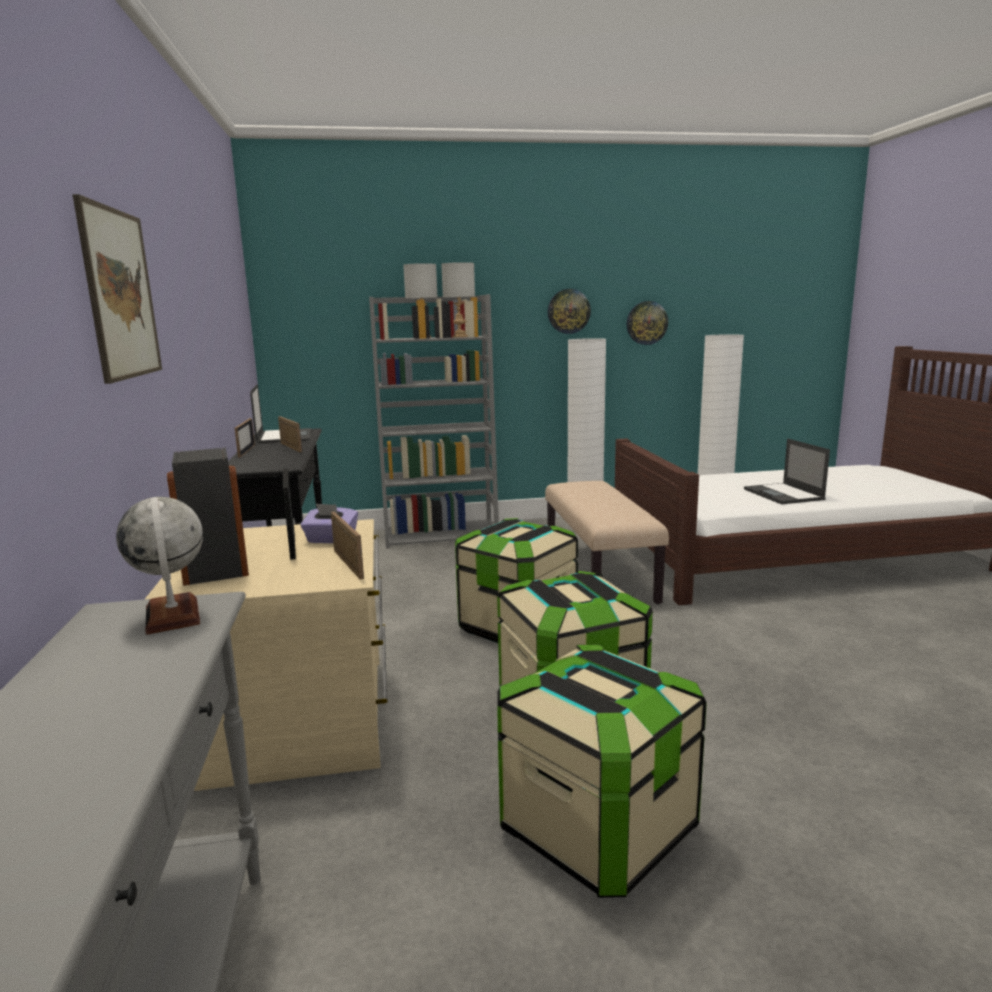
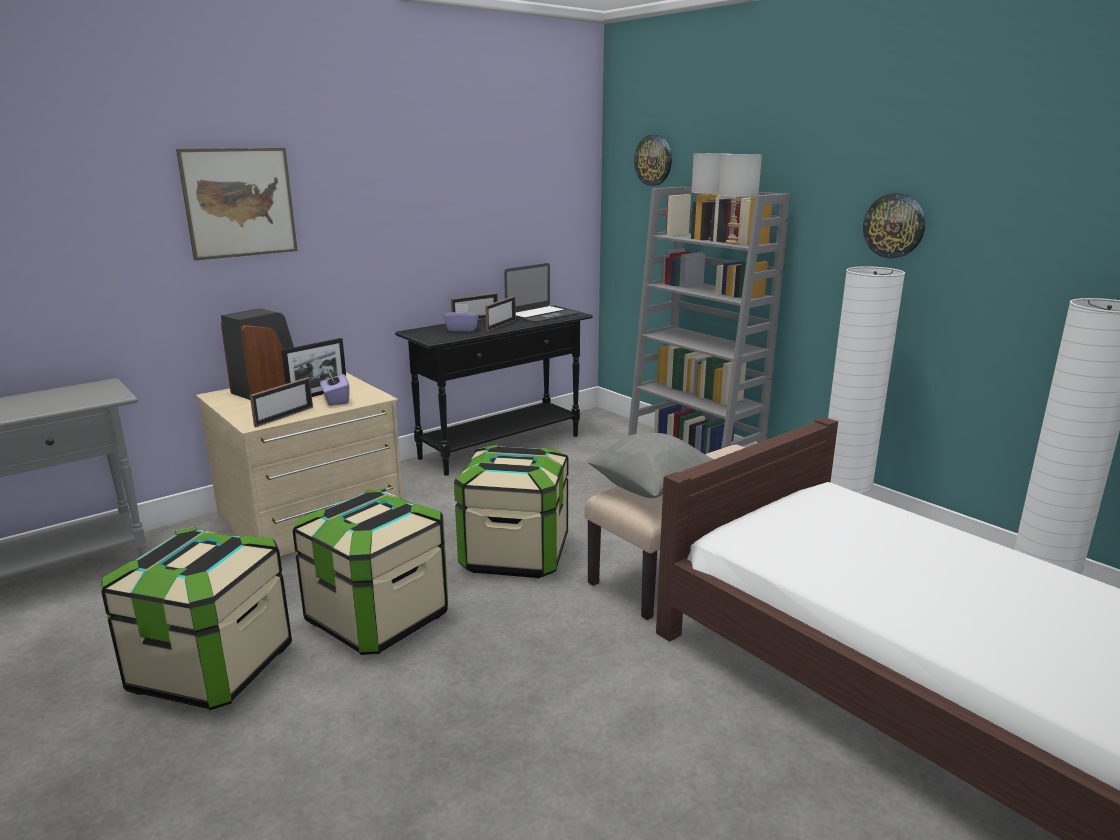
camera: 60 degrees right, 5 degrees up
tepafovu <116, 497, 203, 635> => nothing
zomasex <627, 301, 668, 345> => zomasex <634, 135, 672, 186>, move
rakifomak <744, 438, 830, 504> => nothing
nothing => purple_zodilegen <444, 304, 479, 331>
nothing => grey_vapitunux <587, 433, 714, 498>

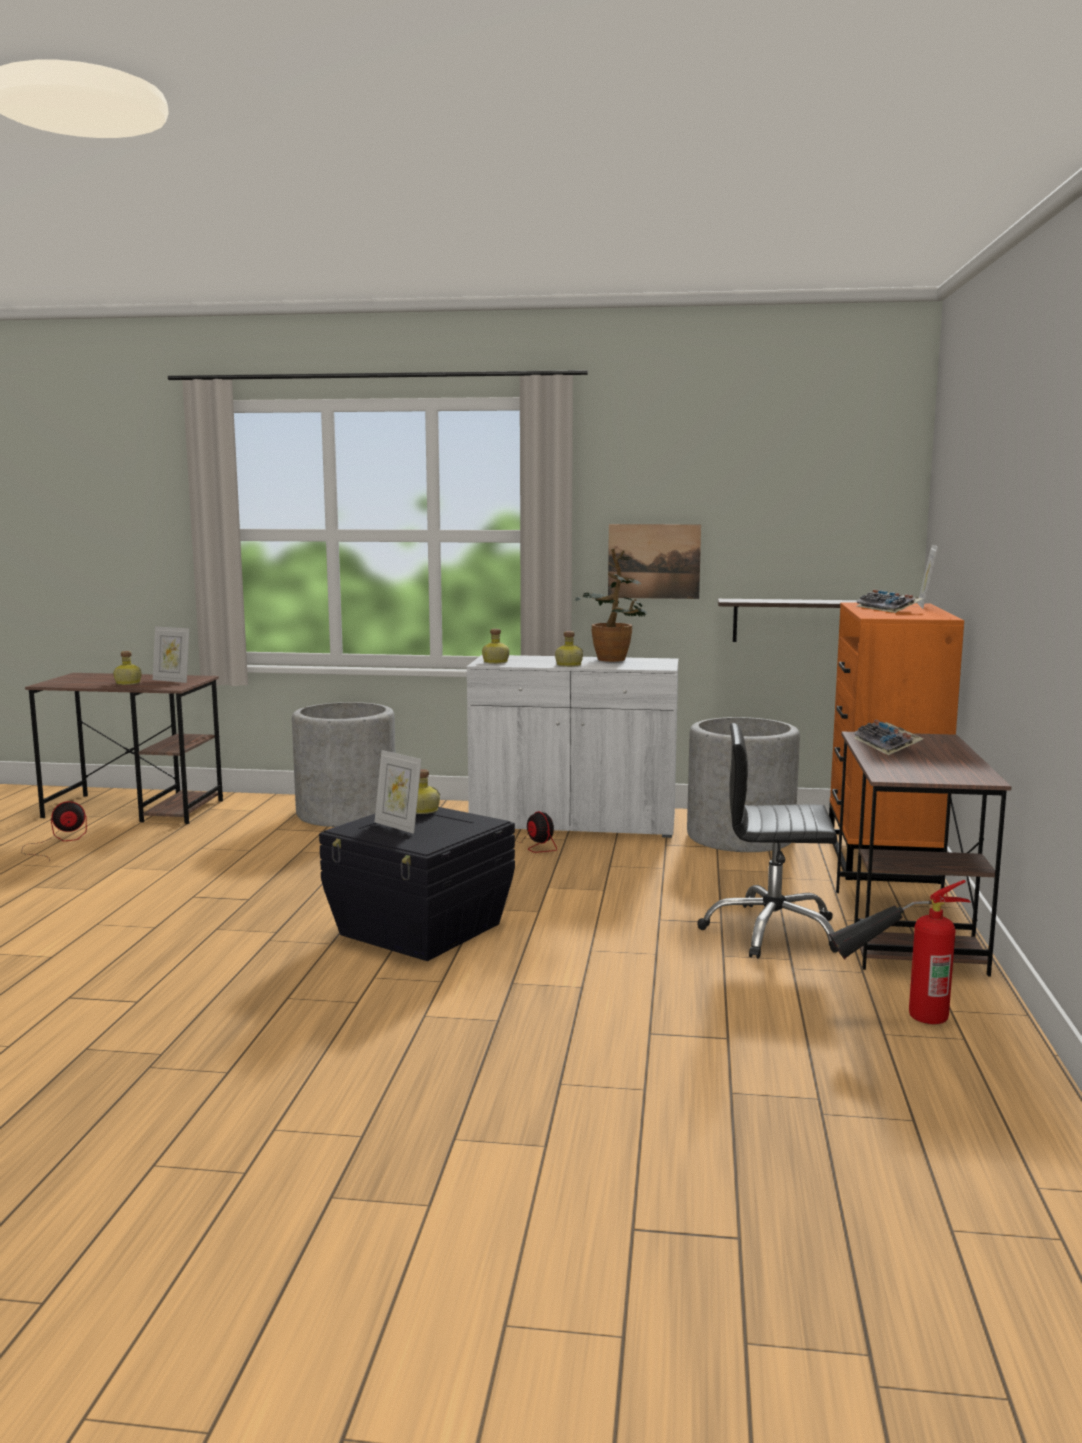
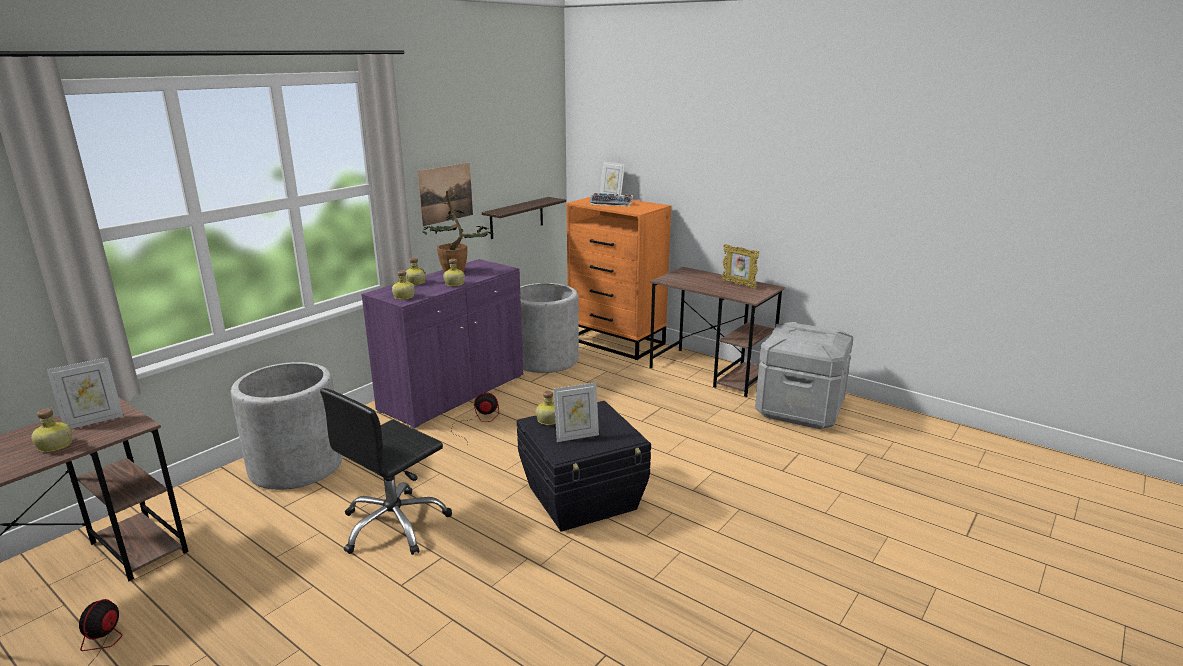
camera: 60 degrees left, 10 degrees up
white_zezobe <467, 655, 678, 838> => purple_zezobe <361, 259, 523, 429>
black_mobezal <697, 723, 838, 959> => black_mobezal <320, 388, 452, 555>, move
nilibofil <829, 880, 971, 1024> => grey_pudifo <755, 322, 853, 429>
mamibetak <853, 719, 923, 755> => nothing
nothing => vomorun <406, 257, 426, 285>
nothing => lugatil <721, 244, 759, 288>

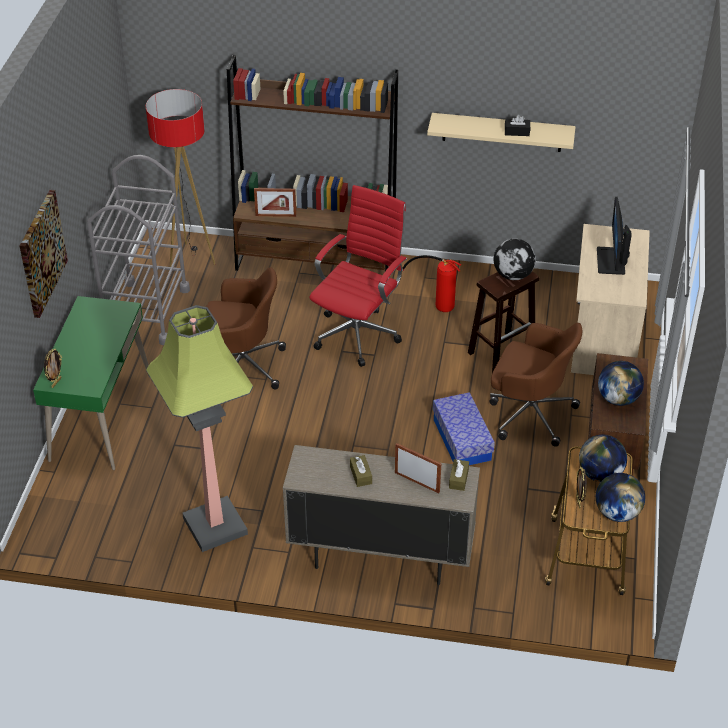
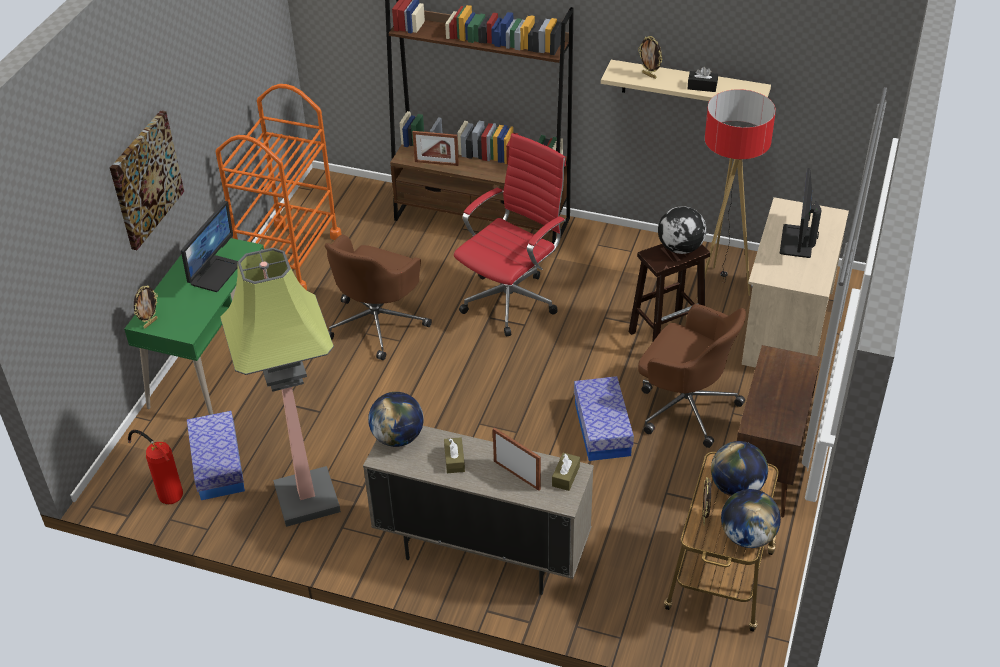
camera: 10 degrees right, 0 degrees up
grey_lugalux <87, 155, 190, 345> => orange_lugalux <216, 84, 342, 290>
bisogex <146, 89, 215, 271> => bisogex <697, 89, 776, 300>, move
brown_mobezal <206, 268, 286, 389> => brown_mobezal <325, 235, 432, 360>, 105 degrees clockwise
nilibofil <402, 255, 461, 312> => nilibofil <128, 430, 183, 504>, move
tepafovu <598, 361, 644, 406> => tepafovu <368, 392, 424, 447>, move
nothing => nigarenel <181, 201, 238, 292>
nothing => pudifo <187, 411, 245, 500>
nothing => lugatil <638, 36, 663, 79>

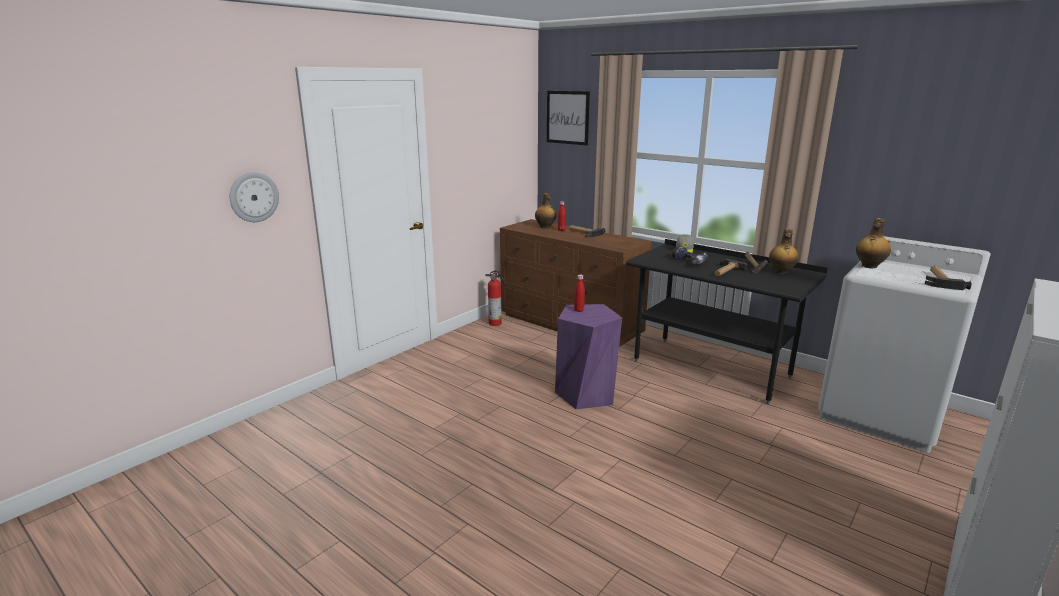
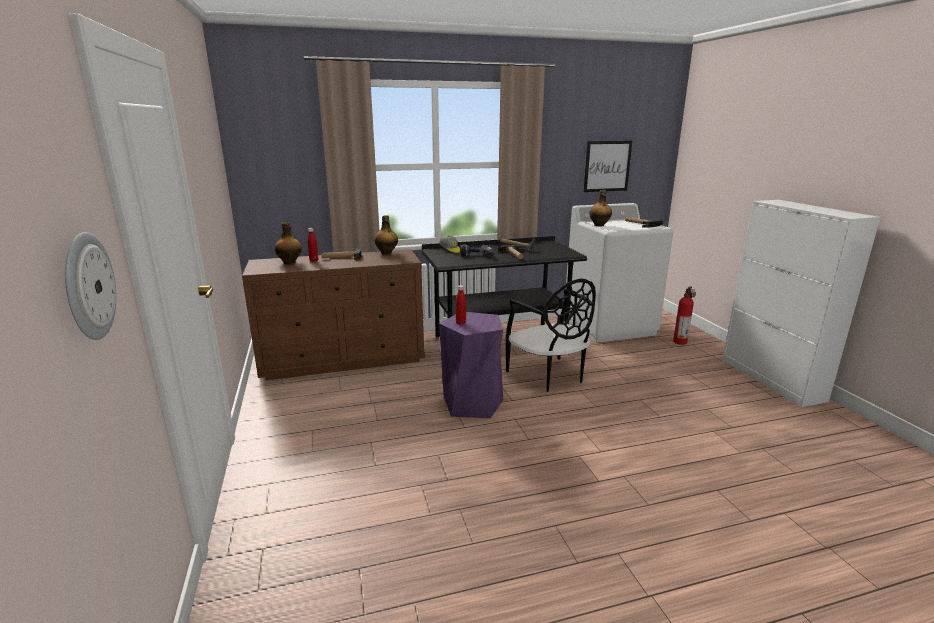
camera: 55 degrees left, 0 degrees up
nilibofil <486, 270, 505, 326> => nilibofil <673, 286, 696, 345>, move
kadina <547, 91, 590, 145> => kadina <584, 141, 632, 192>, move
vomorun <769, 229, 799, 274> => vomorun <374, 215, 398, 254>, move
nothing => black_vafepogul <506, 278, 596, 392>

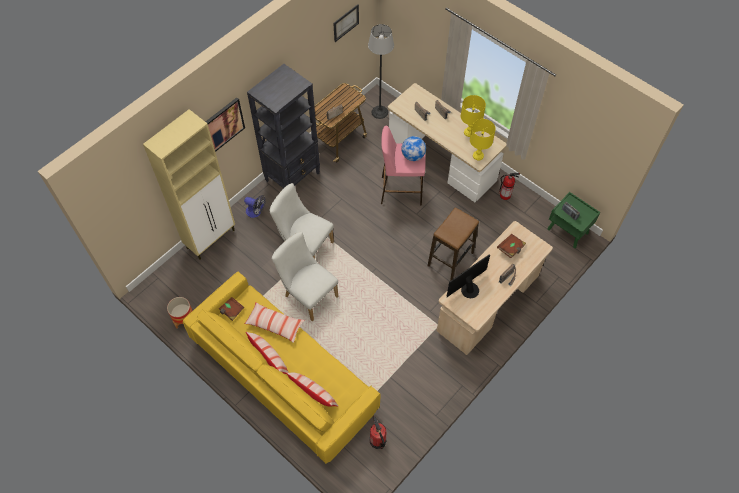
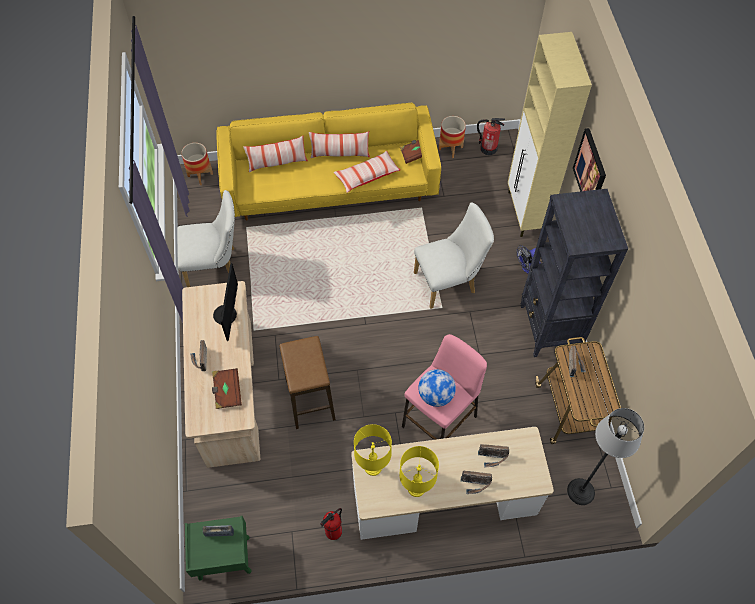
camera: 130 degrees right, 0 degrees up
white_vafepogul <272, 232, 338, 321> => white_vafepogul <177, 190, 235, 287>, move
kadina <333, 4, 359, 42> => nothing
nilibofil <369, 416, 386, 449> => nilibofil <477, 118, 505, 155>, move
nothing => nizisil <181, 143, 213, 185>

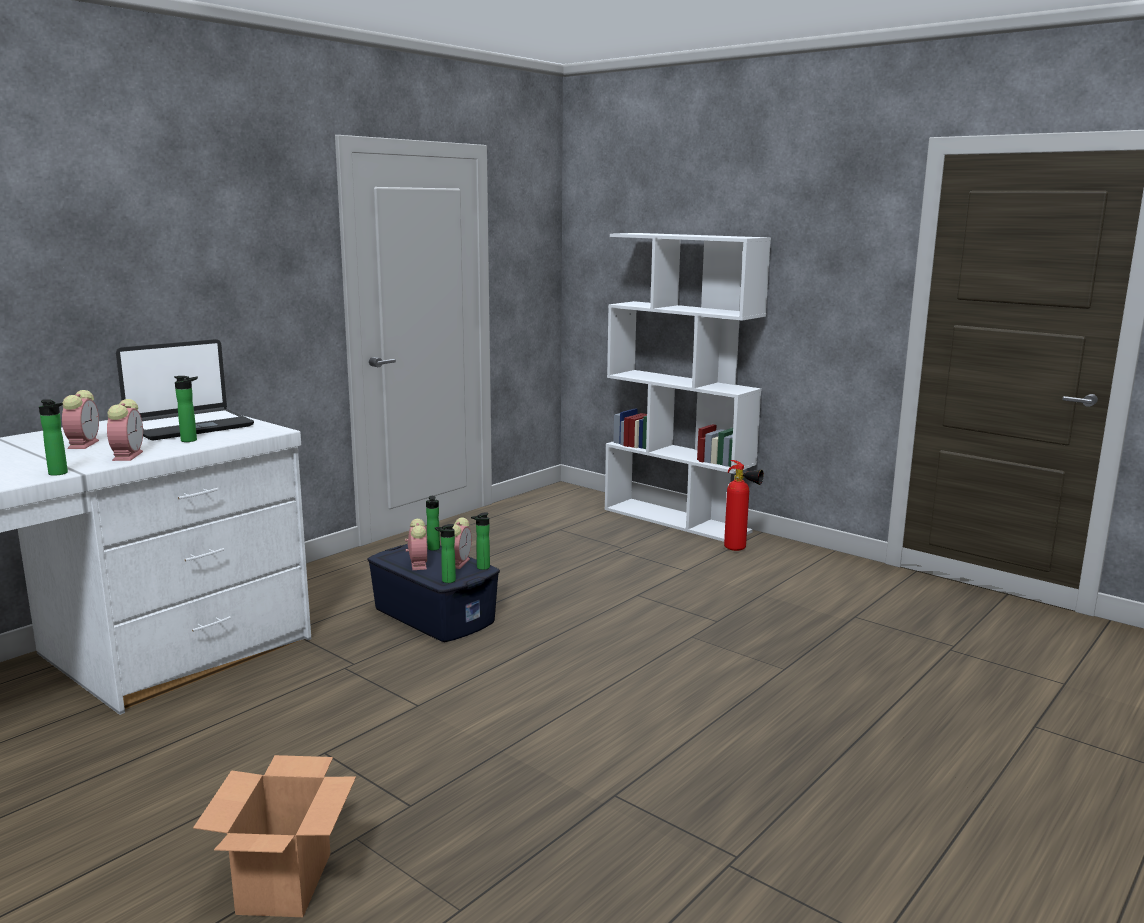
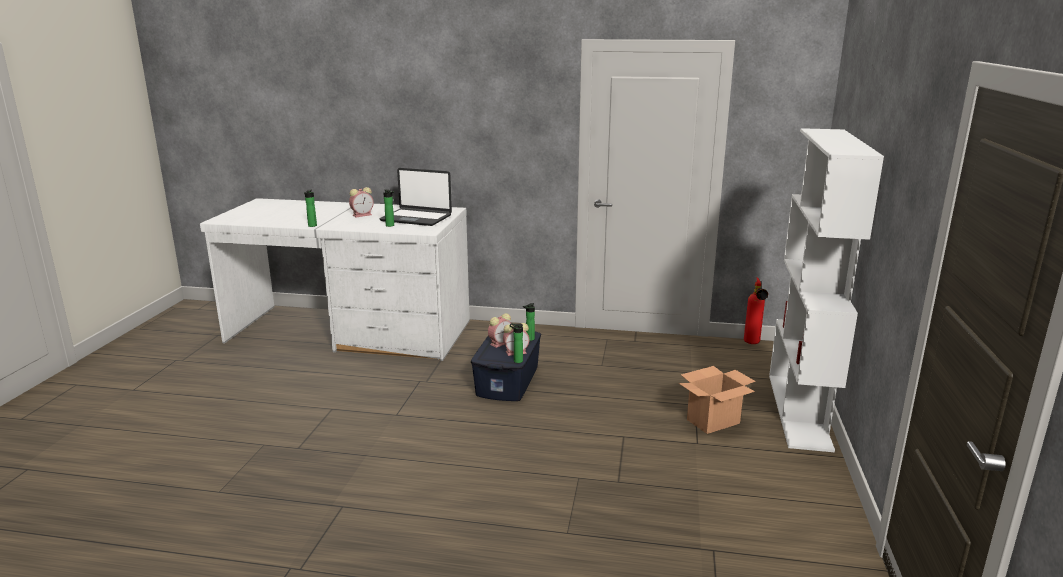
camera: 60 degrees right, 5 degrees up
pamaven <107, 399, 143, 461> => nothing
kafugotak <193, 755, 356, 917> => kafugotak <679, 366, 756, 434>, move
vomorun <435, 524, 456, 583> => nothing
nilibofil <724, 460, 764, 551> => nilibofil <744, 277, 768, 344>, move

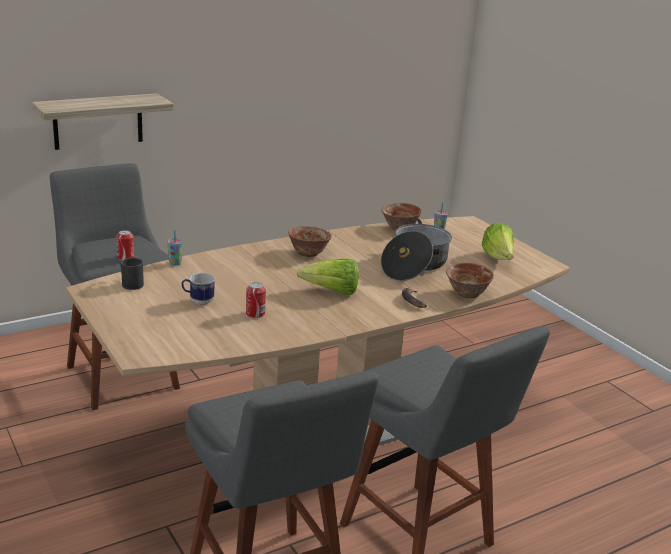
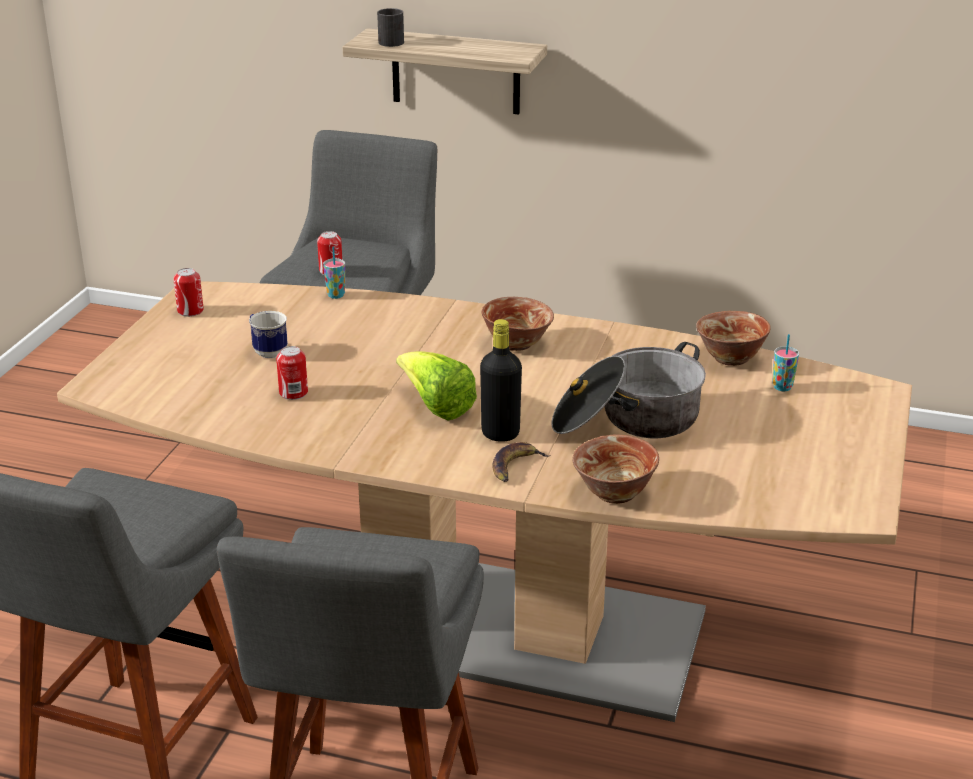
camera: 50 degrees right, 5 degrees up
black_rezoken <121, 258, 144, 290> => black_rezoken <377, 8, 404, 47>, move
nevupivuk <482, 222, 514, 260> => nothing
nothing => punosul <173, 268, 204, 317>
nothing => black_vomorun <480, 319, 522, 442>

